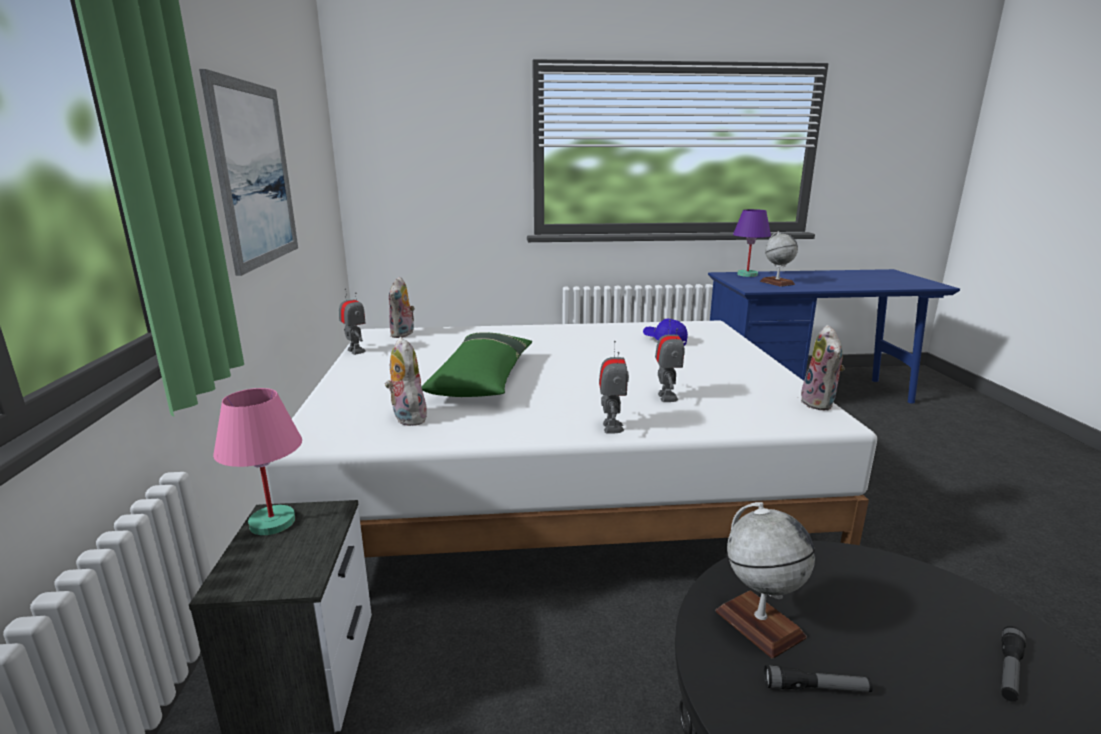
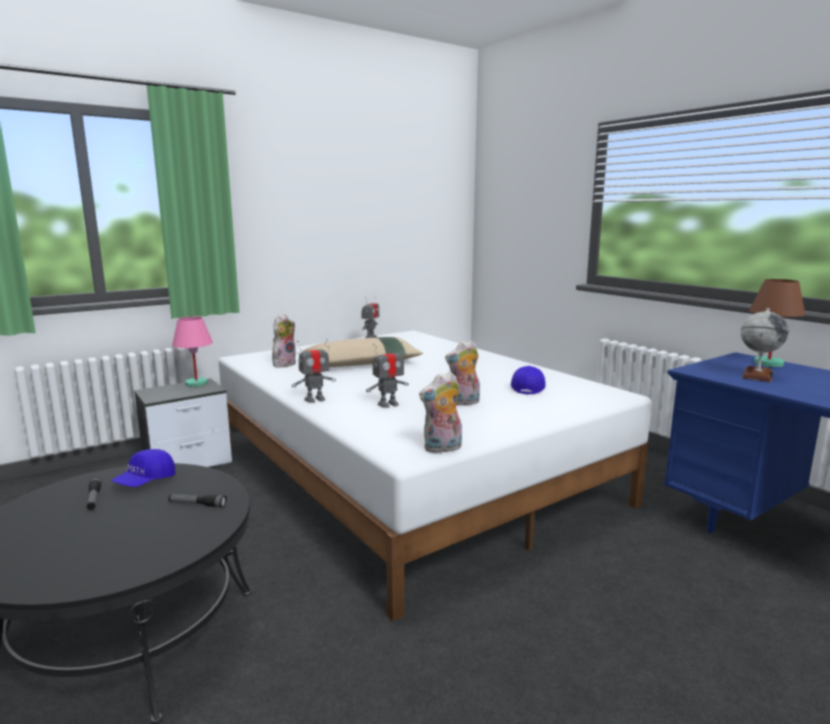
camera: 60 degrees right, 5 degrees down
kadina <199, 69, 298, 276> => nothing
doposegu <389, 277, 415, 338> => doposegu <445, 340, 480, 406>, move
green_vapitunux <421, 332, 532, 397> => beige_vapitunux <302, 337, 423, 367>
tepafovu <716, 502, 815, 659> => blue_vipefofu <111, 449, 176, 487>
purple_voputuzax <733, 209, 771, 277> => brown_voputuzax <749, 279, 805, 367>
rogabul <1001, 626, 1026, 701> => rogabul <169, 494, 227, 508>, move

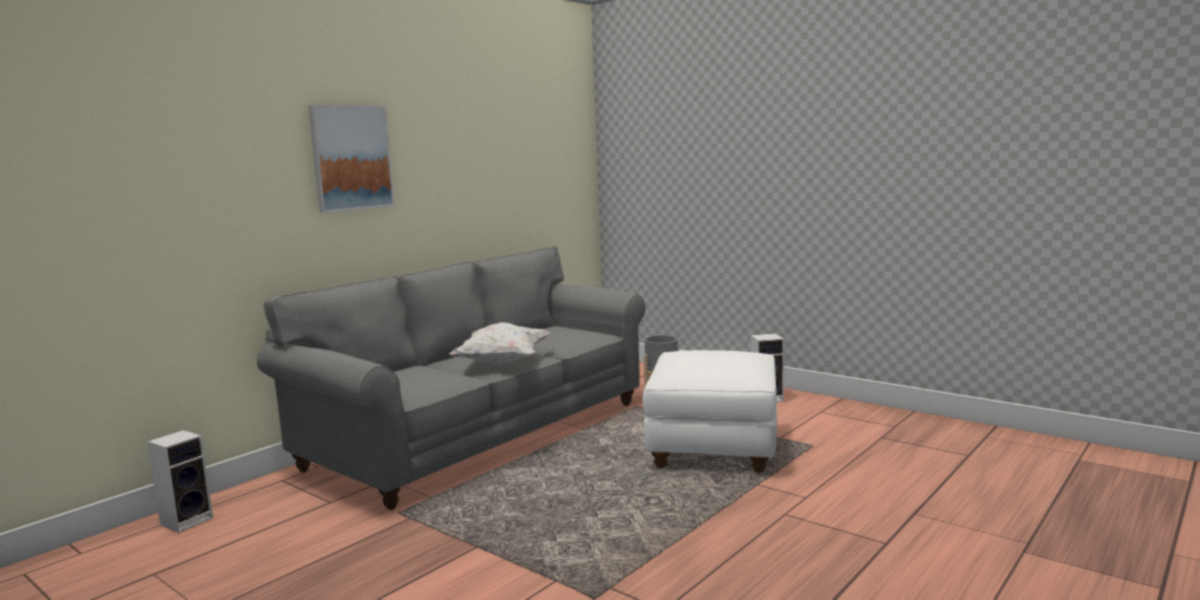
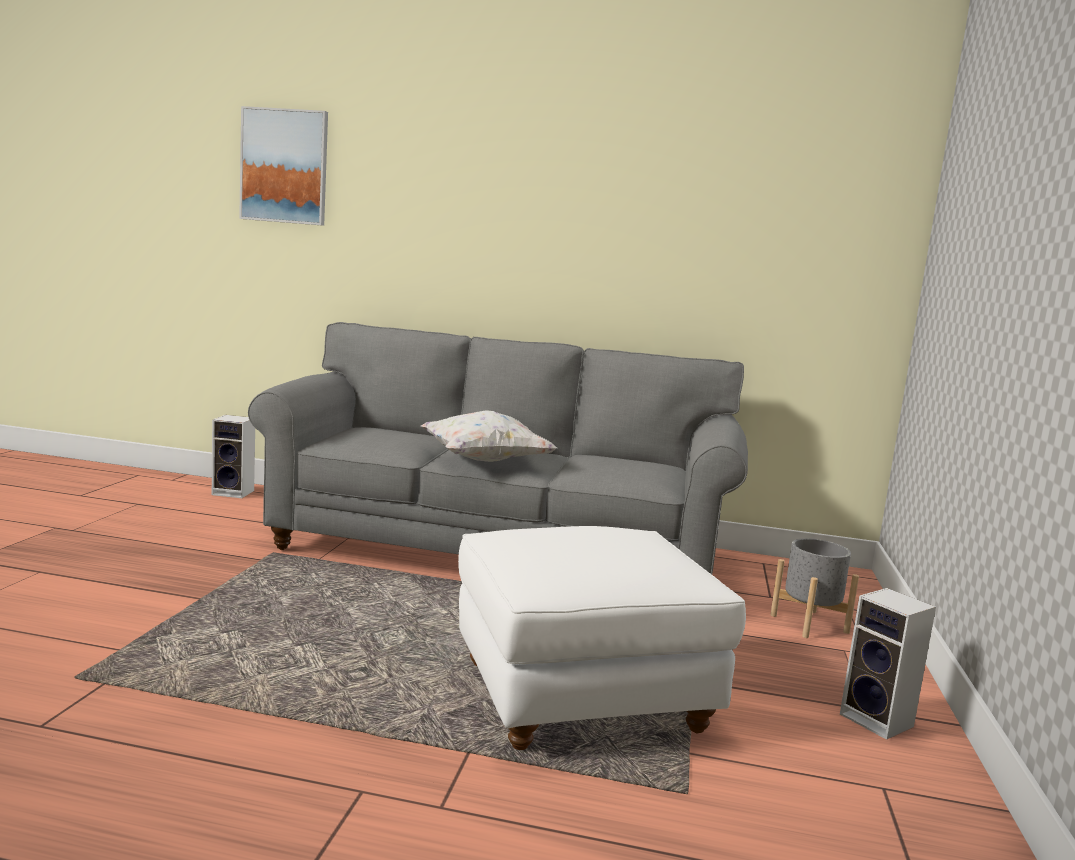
camera: 60 degrees right, 0 degrees up
kadina <308, 105, 395, 213> => kadina <239, 106, 328, 226>, move

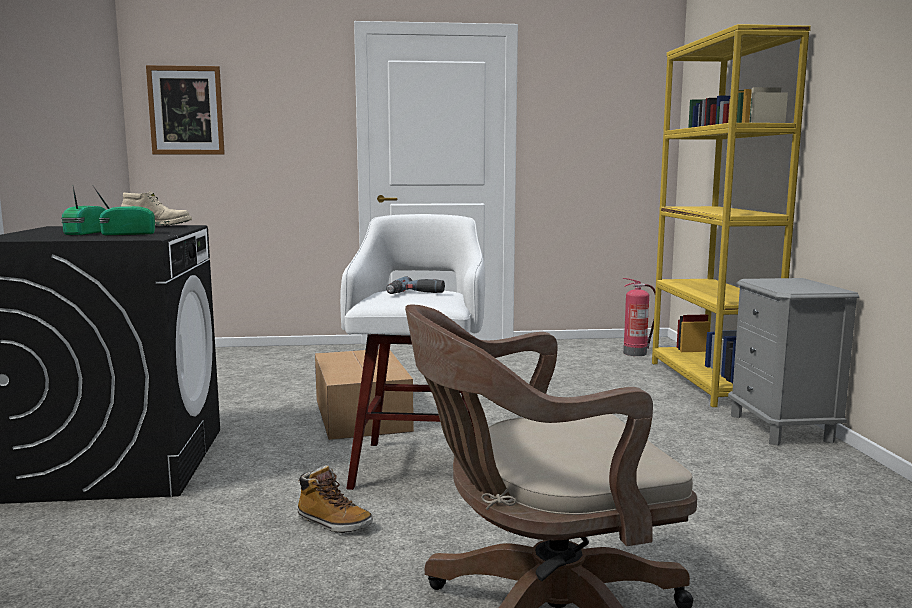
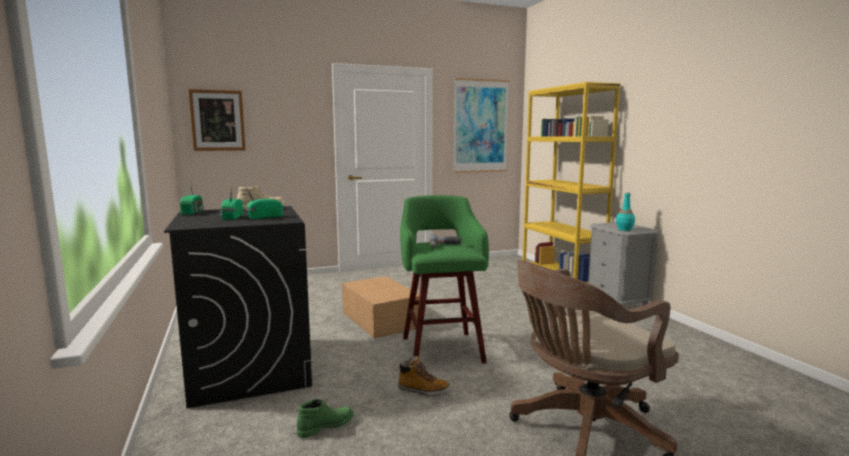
camera: 15 degrees left, 0 degrees up
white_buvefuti <340, 214, 485, 490> => green_buvefuti <400, 195, 489, 363>
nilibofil <623, 278, 655, 356> => nothing
nothing => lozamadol <180, 183, 204, 215>
nothing => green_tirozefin <297, 399, 354, 438>
nothing => kadina <453, 78, 509, 173>
nothing => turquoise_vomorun <616, 192, 635, 231>

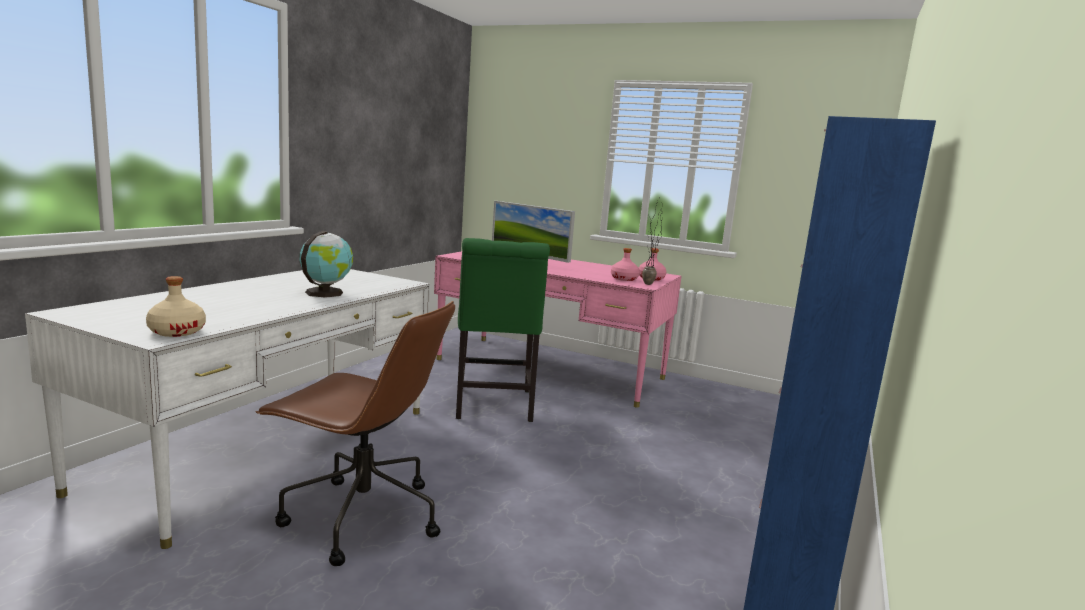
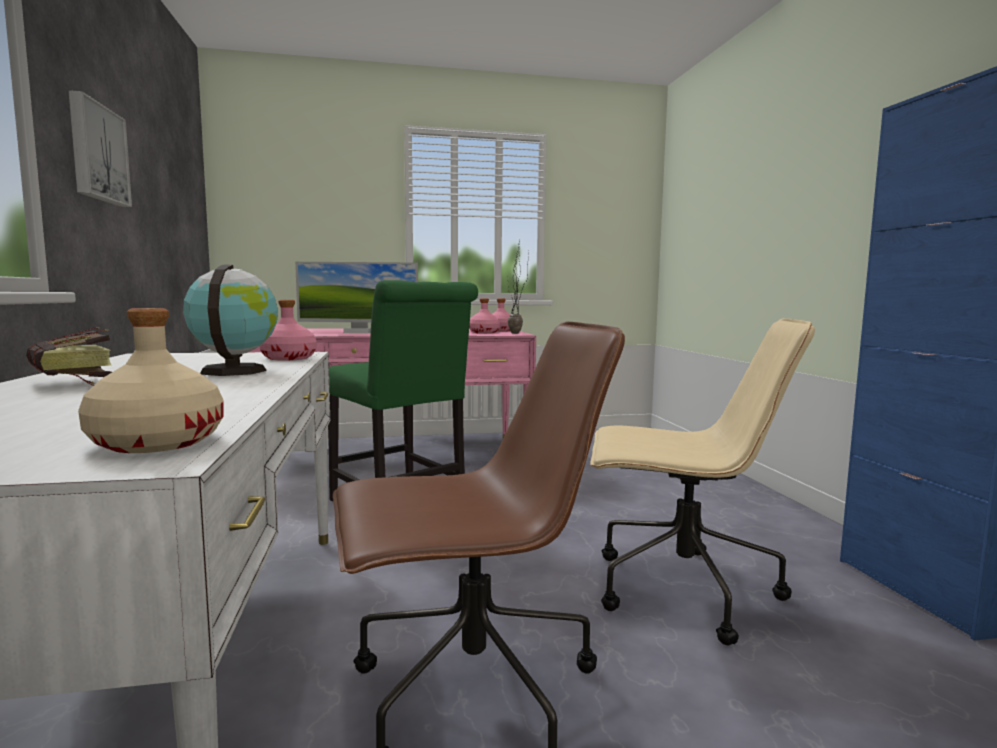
camera: 35 degrees left, 5 degrees down
nothing => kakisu <26, 327, 112, 386>
nothing => kadina <68, 90, 132, 207>
nothing => pink_vomorun <259, 300, 317, 361>
nothing => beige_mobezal <590, 318, 815, 645>

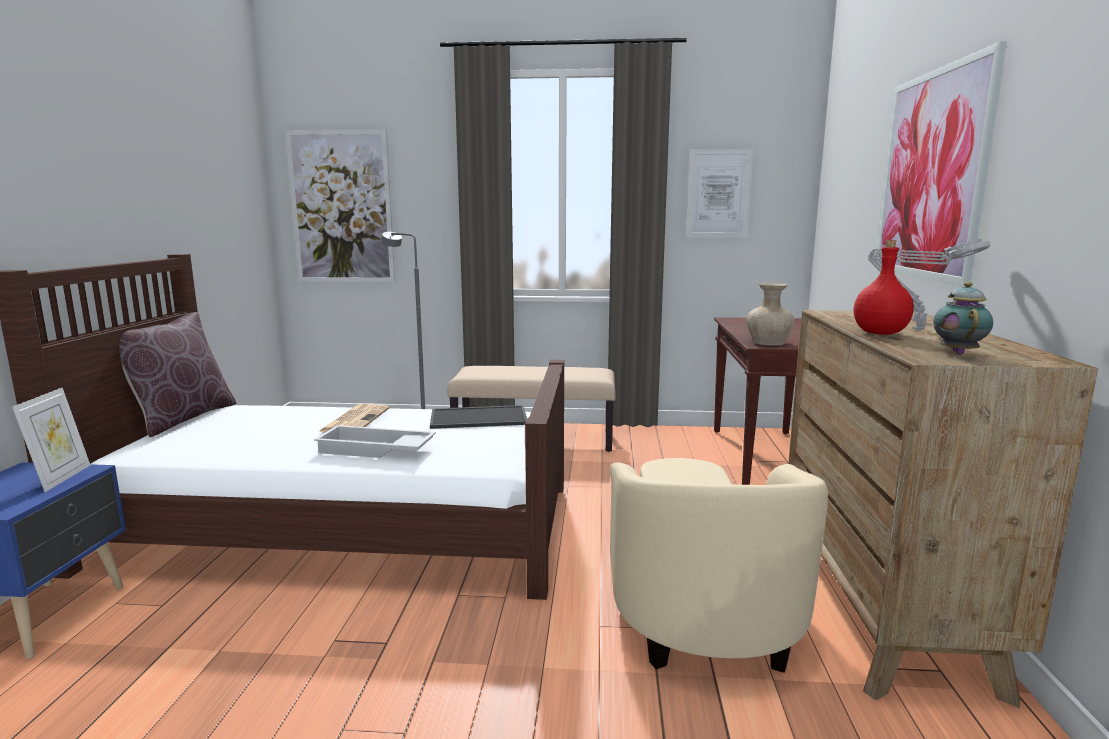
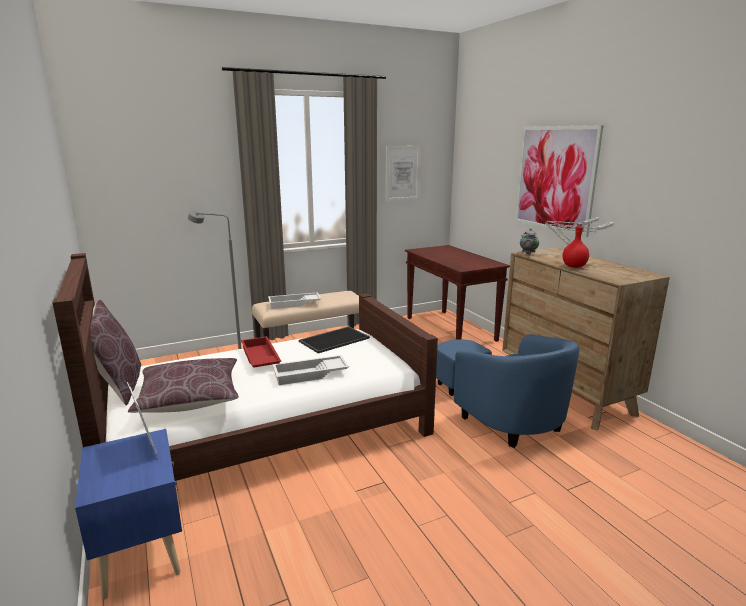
camera: 30 degrees left, 5 degrees up
kadina <285, 129, 395, 282> => nothing
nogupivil <319, 404, 390, 433> => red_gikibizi <241, 336, 281, 368>
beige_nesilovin <610, 458, 828, 673> => blue_nesilovin <436, 334, 579, 448>
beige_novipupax <747, 283, 794, 346> => nothing
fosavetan <933, 282, 993, 355> => fosavetan <520, 228, 539, 255>, move
nothing => brown_vapitunux <128, 358, 239, 413>
nothing => white_gikibizi <268, 292, 321, 309>

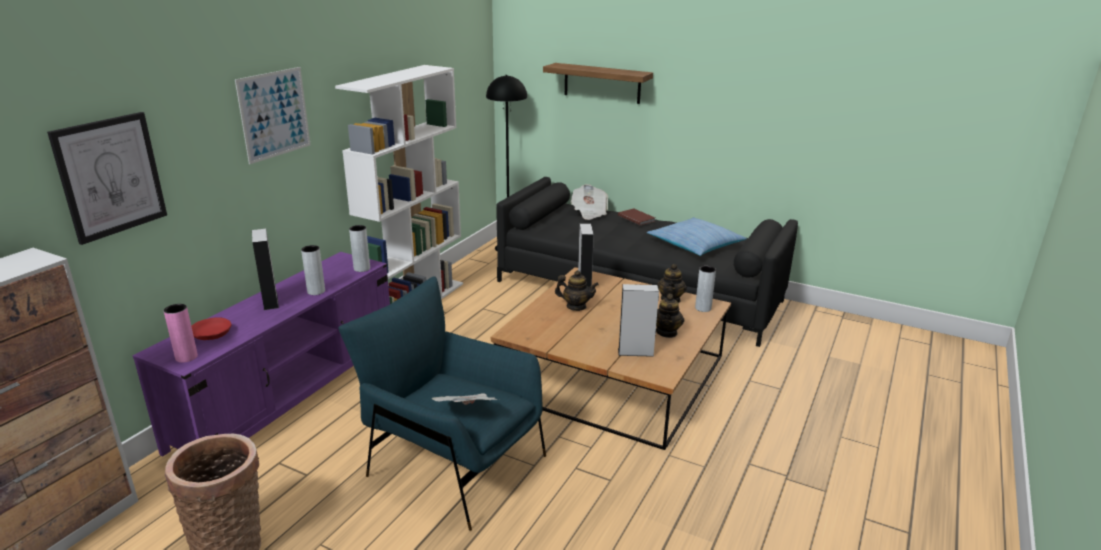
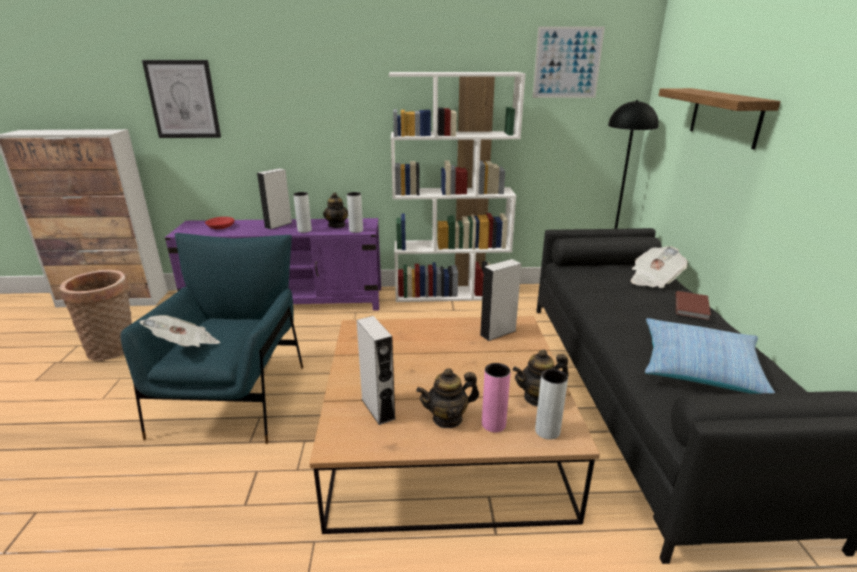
camera: 60 degrees right, 0 degrees up
pink_novipupax <164, 304, 198, 363> => pink_novipupax <482, 363, 511, 432>, move
kadina <235, 67, 310, 164> => kadina <532, 26, 605, 98>, move
fosavetan <555, 270, 599, 311> => fosavetan <323, 192, 348, 228>, move

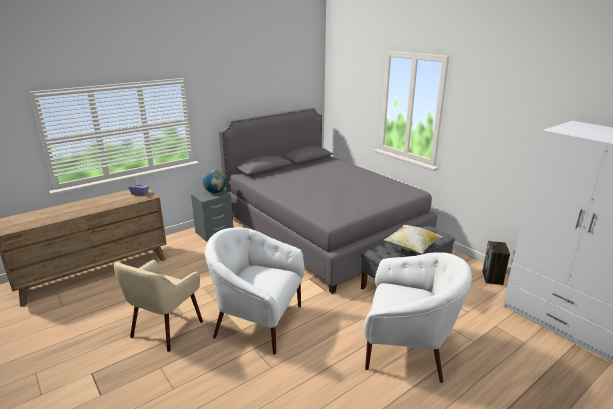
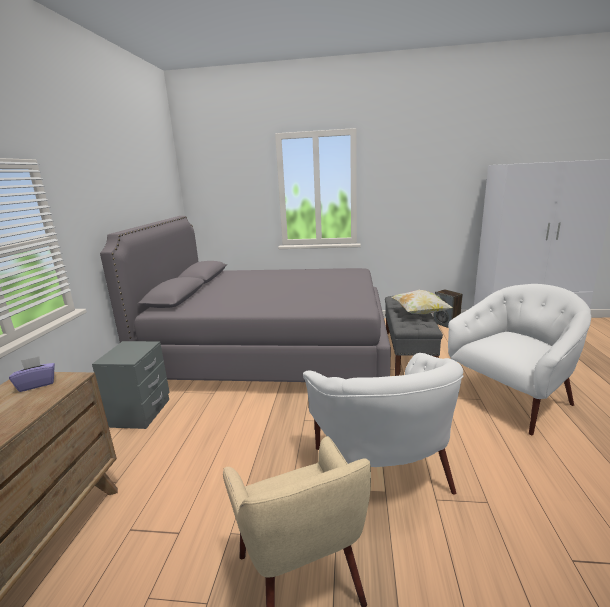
camera: 45 degrees left, 5 degrees down
tepafovu <203, 170, 226, 193> => nothing
white_nesilovin <205, 227, 304, 355> => white_nesilovin <303, 353, 464, 495>, 75 degrees counterclockwise

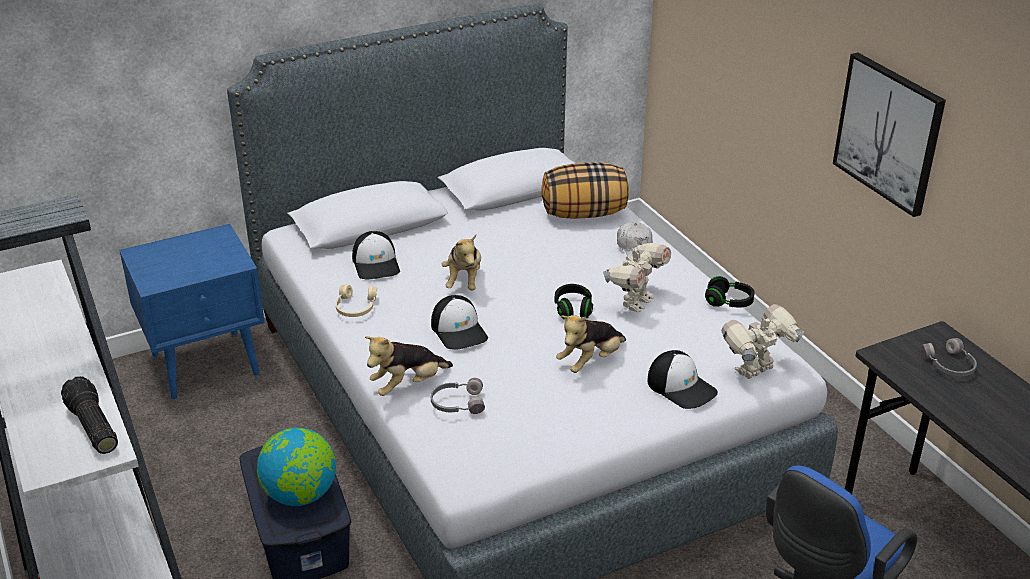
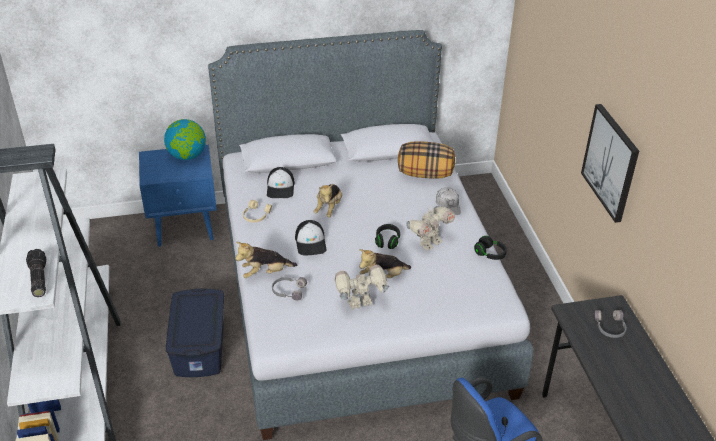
camera: 15 degrees right, 5 degrees up
tepafovu <257, 427, 336, 506> => tepafovu <164, 119, 206, 160>, move
vipefofu <647, 350, 718, 409> => nothing
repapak <721, 304, 804, 379> => repapak <335, 265, 389, 309>, move

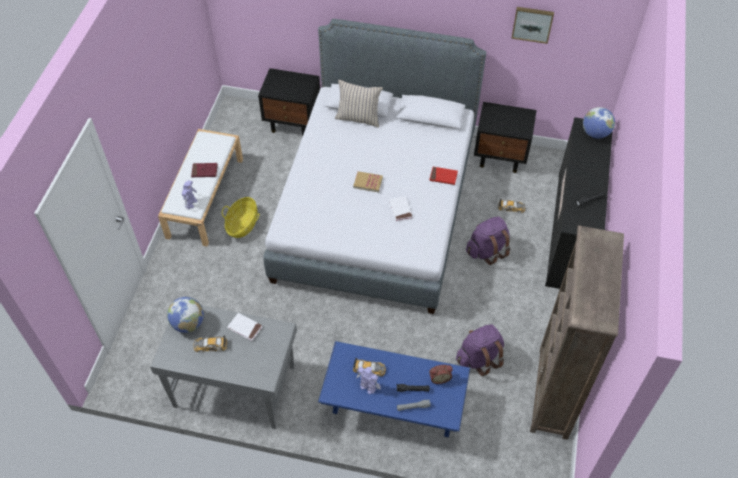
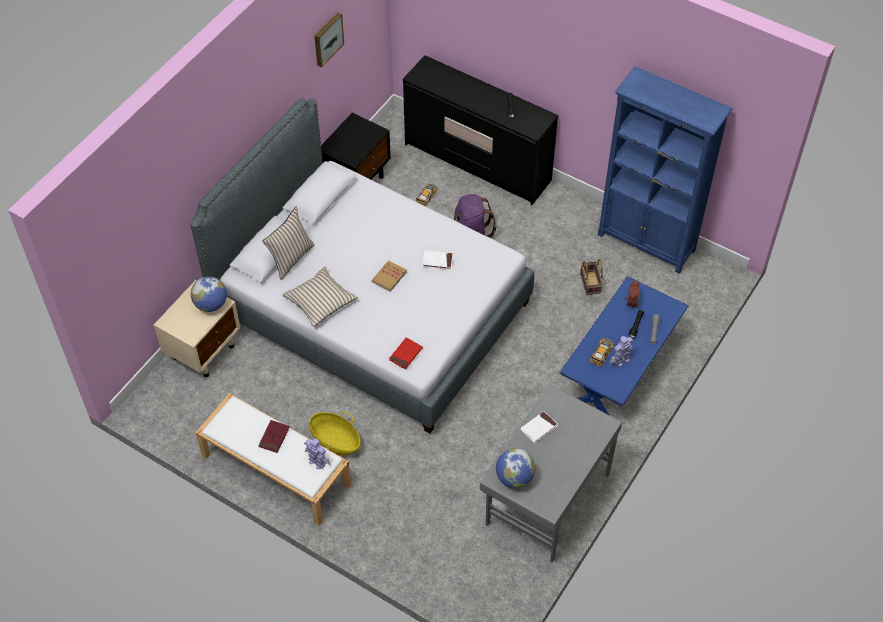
camera: 70 degrees left, 0 degrees up
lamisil <193, 335, 227, 352> => nothing
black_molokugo <258, 68, 320, 137> => beige_molokugo <154, 280, 240, 377>
red_kakisu <429, 167, 458, 185> => red_kakisu <389, 337, 423, 369>, move
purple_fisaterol <456, 324, 504, 376> => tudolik <580, 259, 603, 295>
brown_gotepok <530, 226, 624, 440> => blue_gotepok <598, 66, 732, 274>
tepafovu <583, 107, 615, 139> => tepafovu <191, 276, 227, 312>, move
nothing => beige_vapitunux <282, 267, 358, 327>

